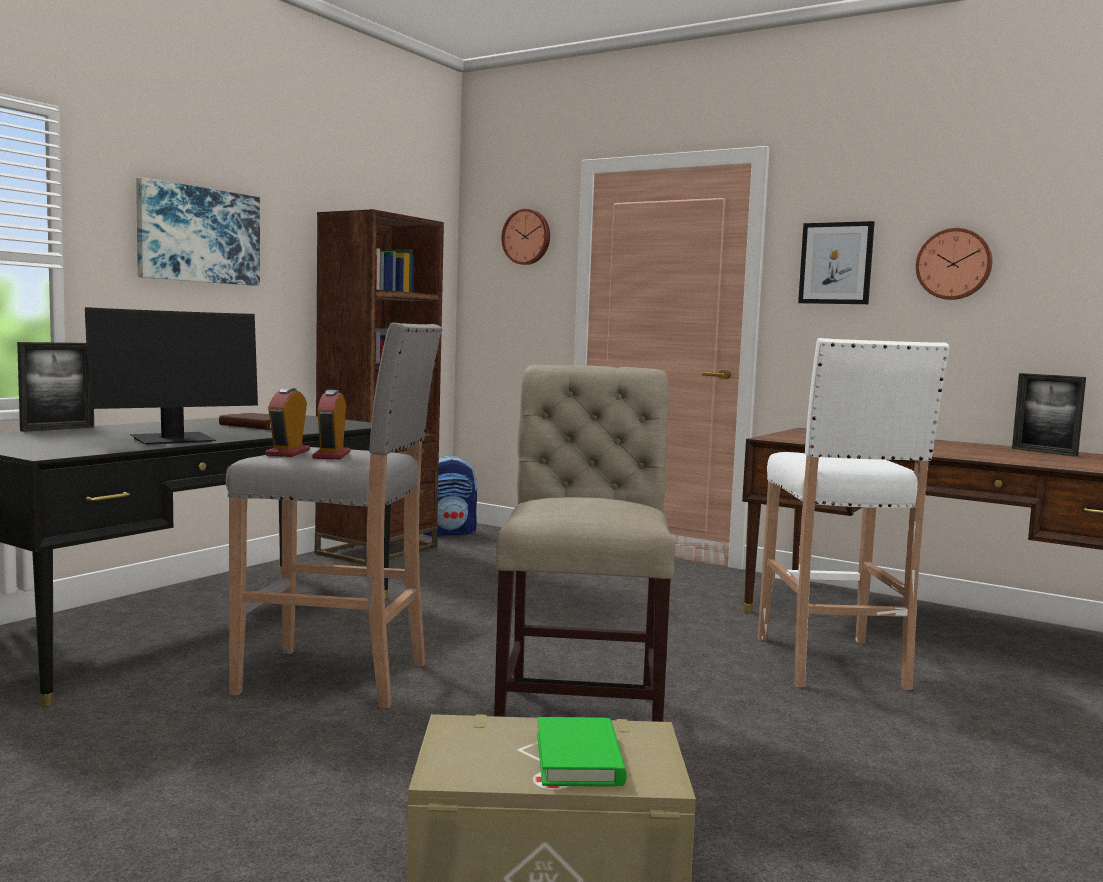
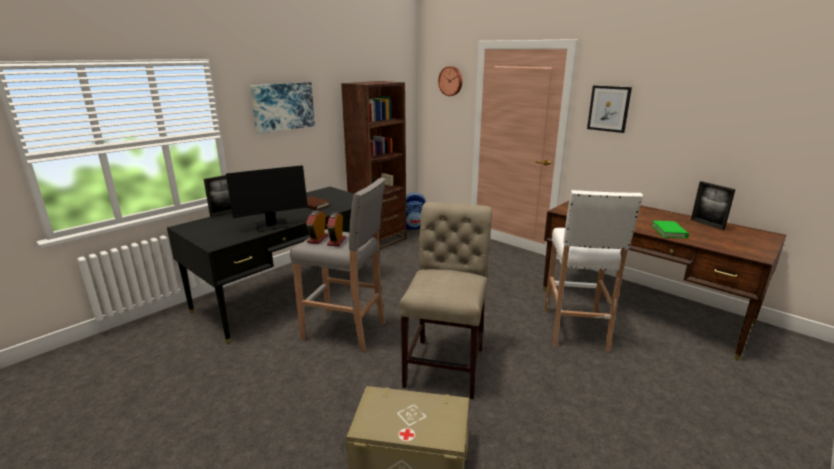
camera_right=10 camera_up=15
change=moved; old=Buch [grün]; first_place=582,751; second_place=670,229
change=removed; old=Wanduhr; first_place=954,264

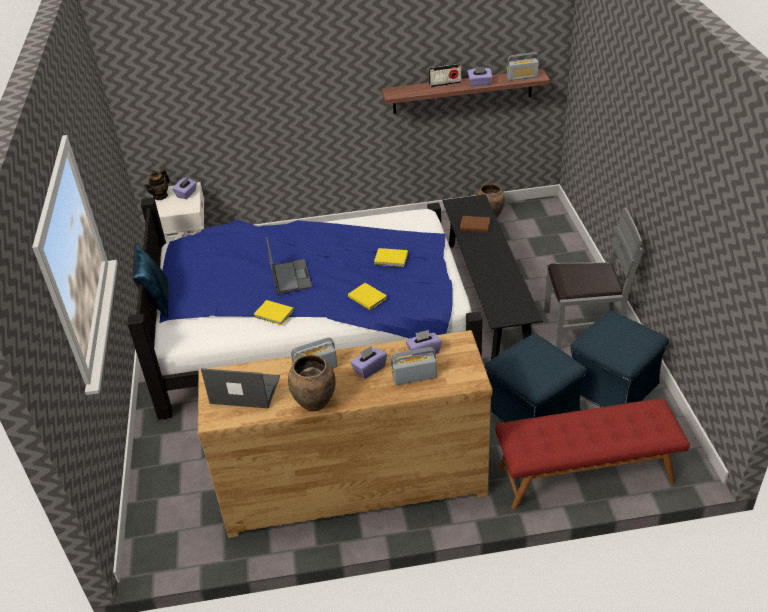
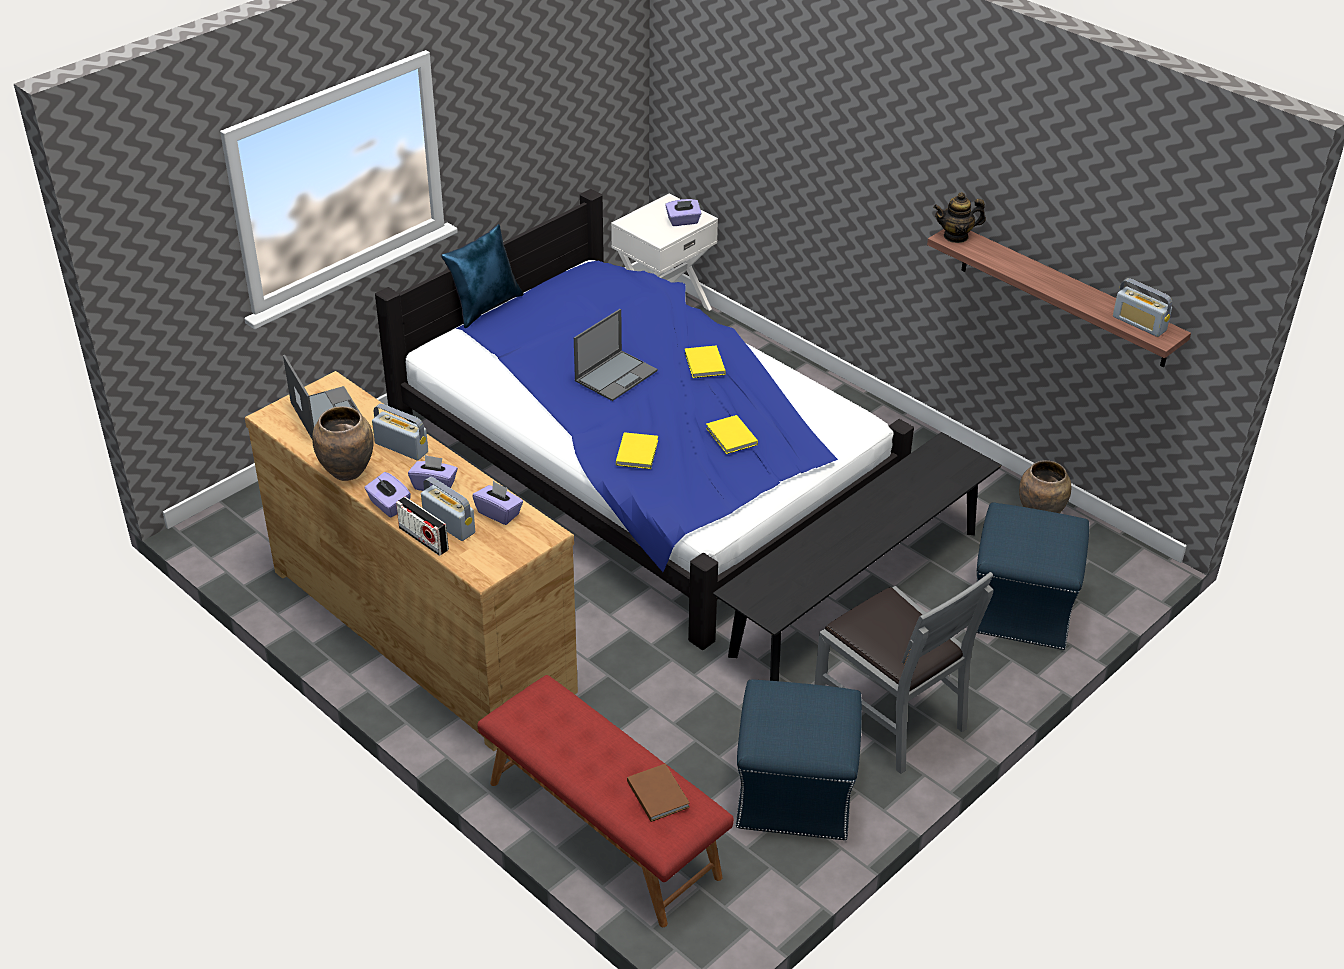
camera_right=50 camera_up=0
change=moved; old=Taschentuchbox [lila]; first_place=479,77; second_place=387,494
change=moved; old=Radio; first_place=445,75; second_place=422,526
change=moved; old=Buch [braun]; first_place=475,224; second_place=658,792
change=moved; old=Buch [gelb]; first_place=274,312; second_place=705,361
change=moved; old=Teekanne; first_place=157,185; second_place=959,217
change=moved; old=Polsterhocker [blau]; first_place=536,378; second_place=1032,576

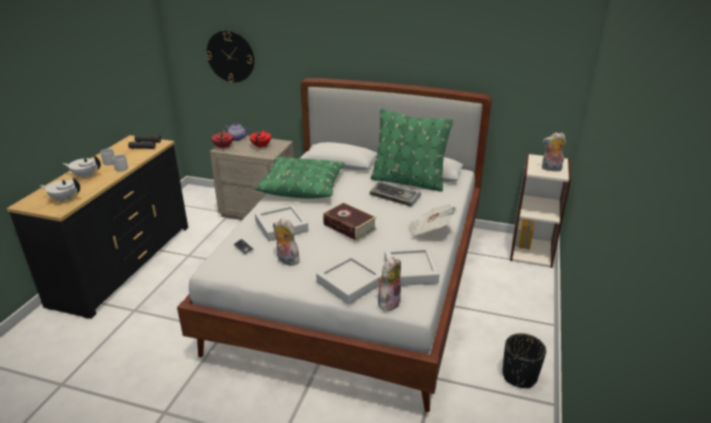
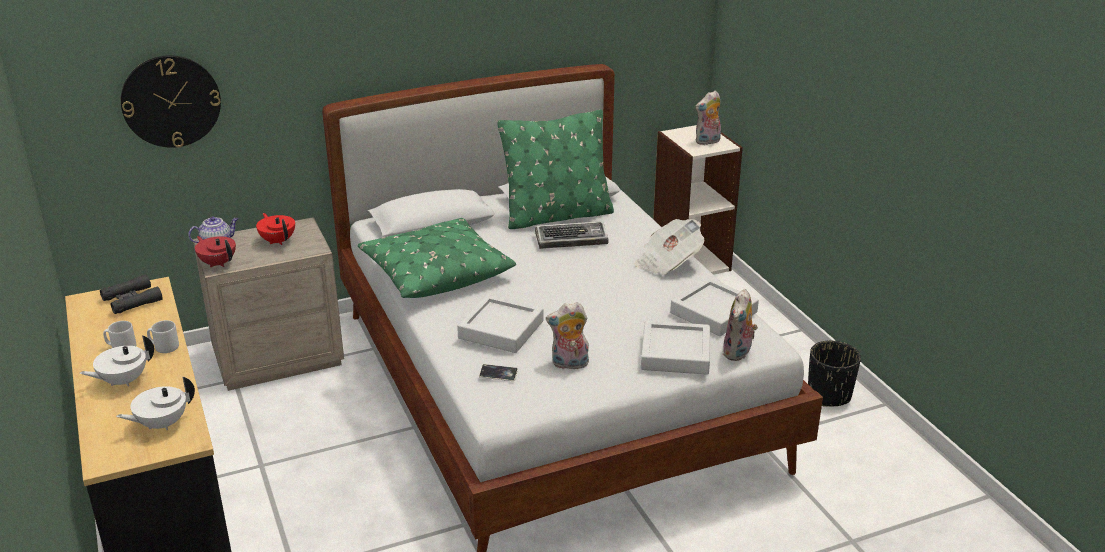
camera_right=-40 camera_up=0
change=turned; old=Plüschtier; first_place=389,284; second_place=740,325; degrees=-150
change=removed; old=Buch; first_place=350,221

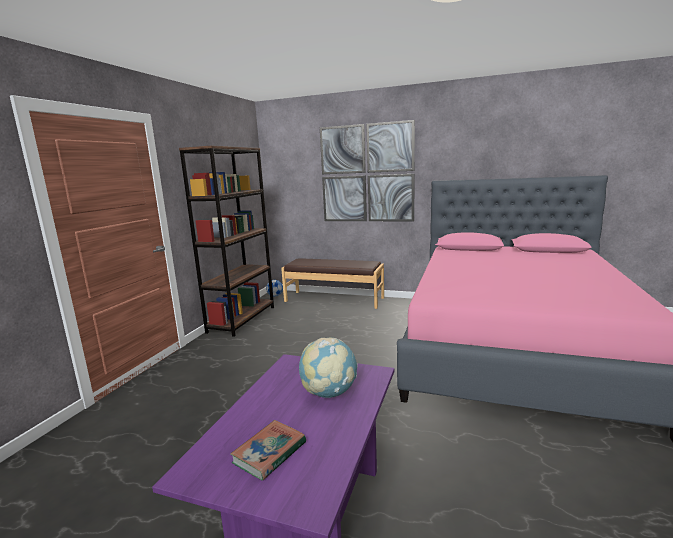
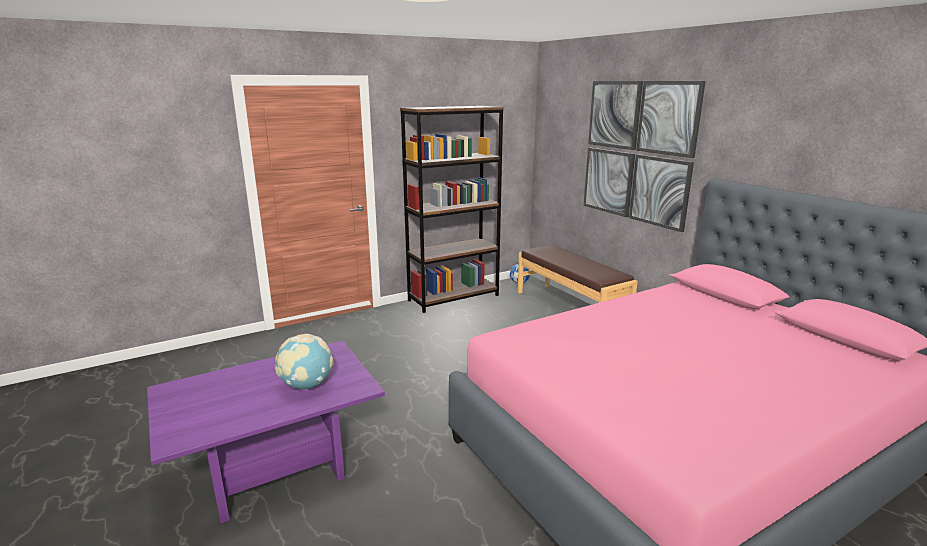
camera_right=40 camera_up=5
change=removed; old=Buch; first_place=268,450

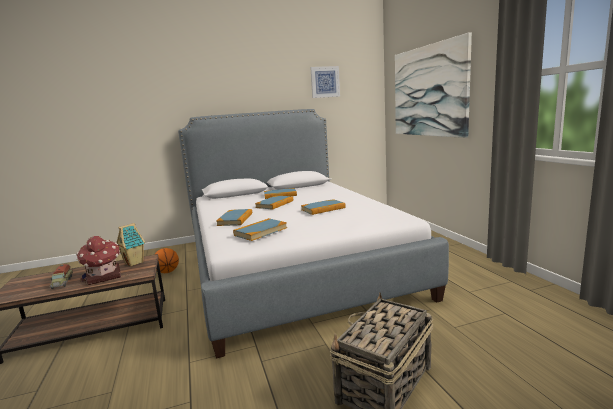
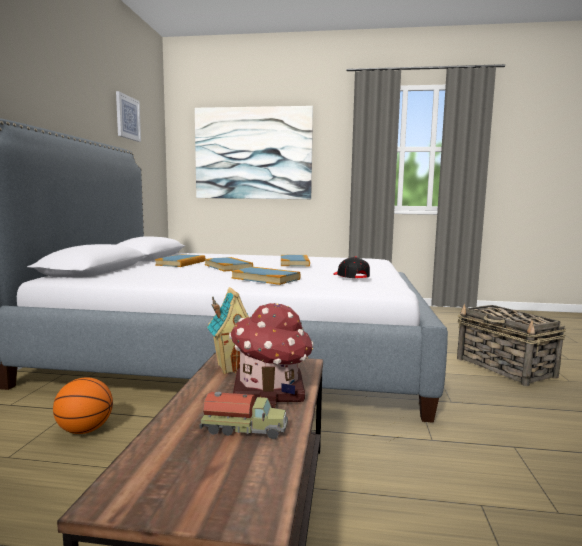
camera_right=-65 camera_up=-5
change=replaced; old=Buch; new=Kappe [schwarz]; first_place=260,229; second_place=351,267

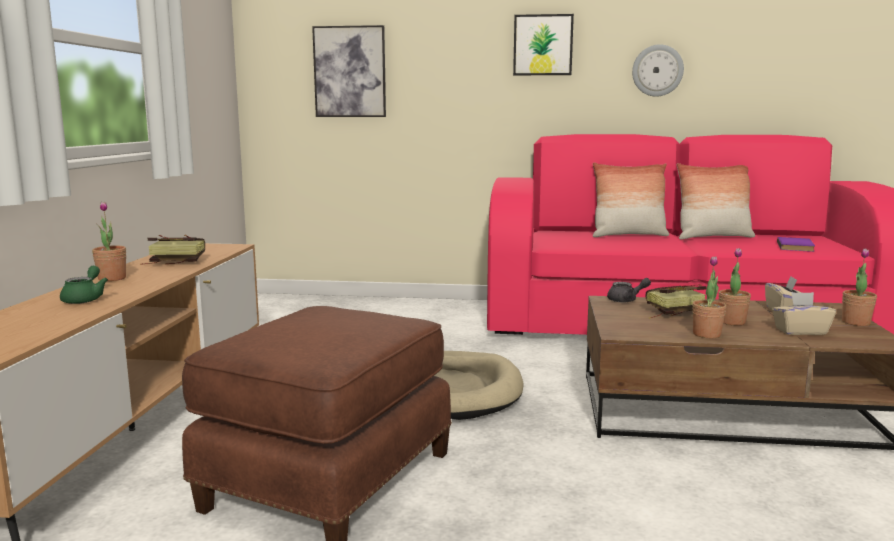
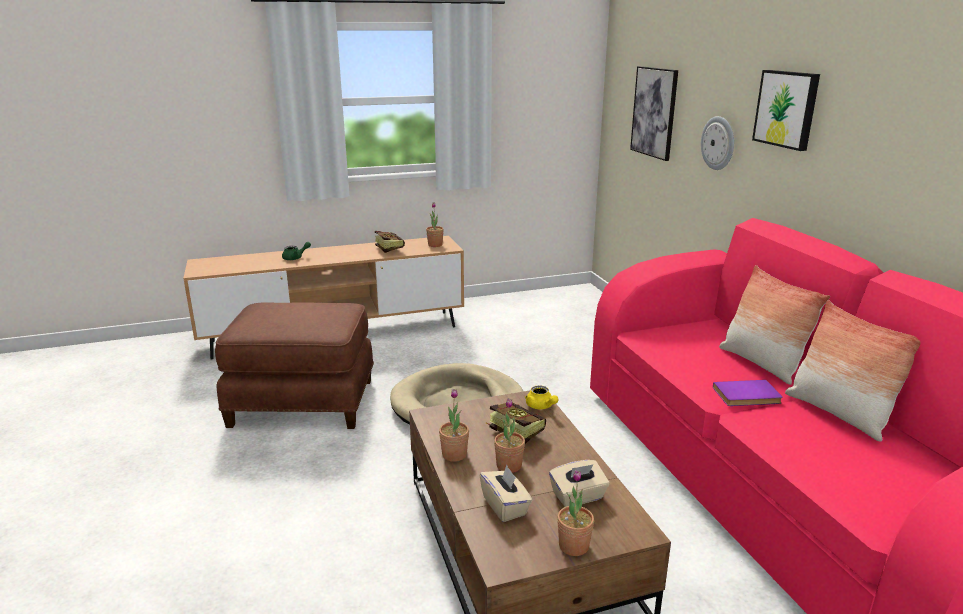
camera_right=65 camera_up=10
change=moved; old=Topfpflanze; first_place=109,241; second_place=435,224
change=recoloured; old=Teekanne [grau]; new=Teekanne [gelb]; first_place=629,290; second_place=541,397
change=moved; old=Wanduhr; first_place=658,70; second_place=717,143
change=moved; old=Buch [lila]; first_place=796,244; second_place=747,393

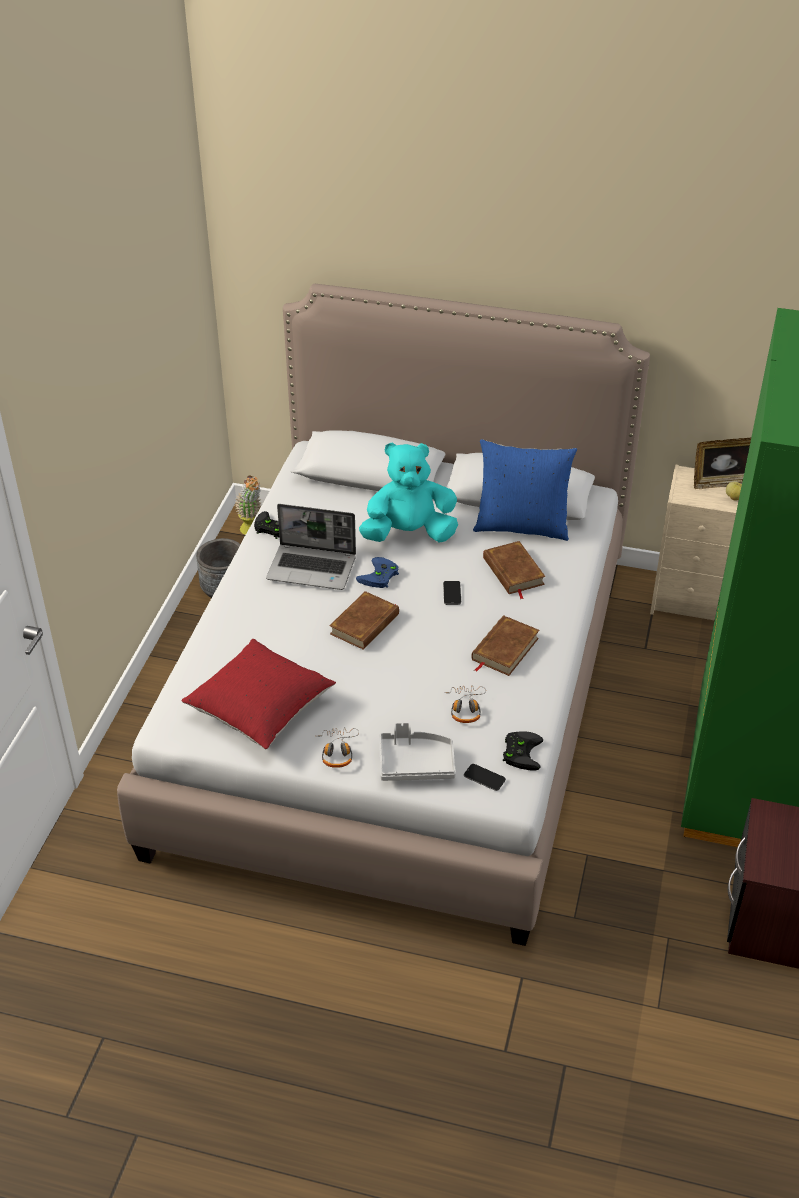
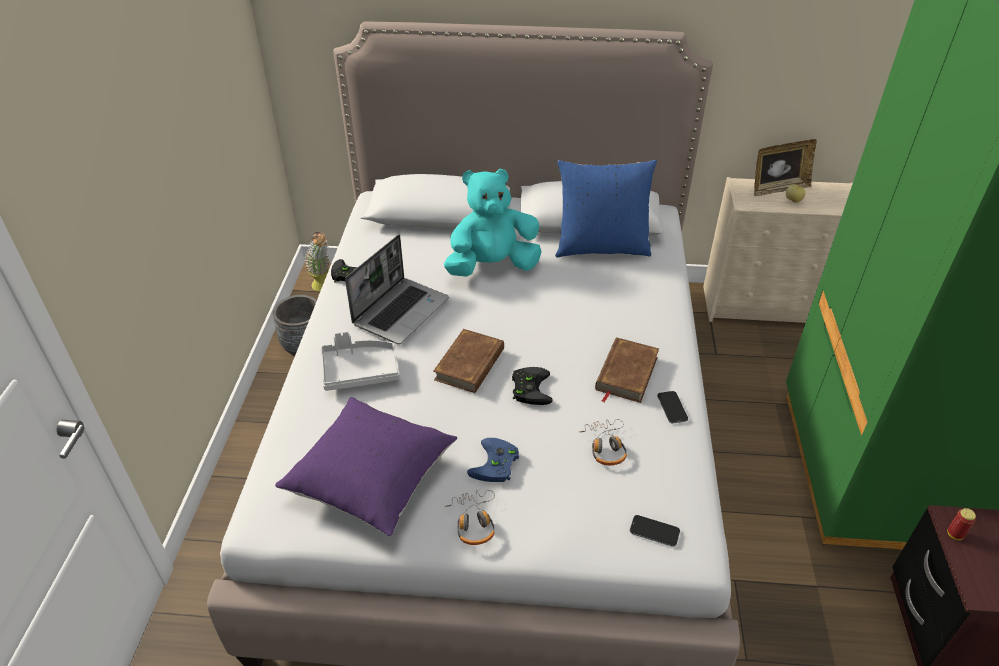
camera_right=-10 camera_up=0
change=recoloured; old=Kissen [rot]; new=Kissen [lila]; first_place=258,694; second_place=366,467
change=moved; old=Tablett [grau]; first_place=417,751; second_place=360,361
change=turned; old=Laptop; first_place=311,547; second_place=397,289; degrees=-60
change=moved; old=Gamepad [blau]; first_place=377,572; second_place=493,460
change=moved; old=Gamepad [schwarz]; first_place=523,751; second_place=532,386
change=moved; old=Handy; first_place=452,593; second_place=672,407
change=added; new=Dose; second_place=962,524
change=removed; old=Buch [braun]; first_place=514,570

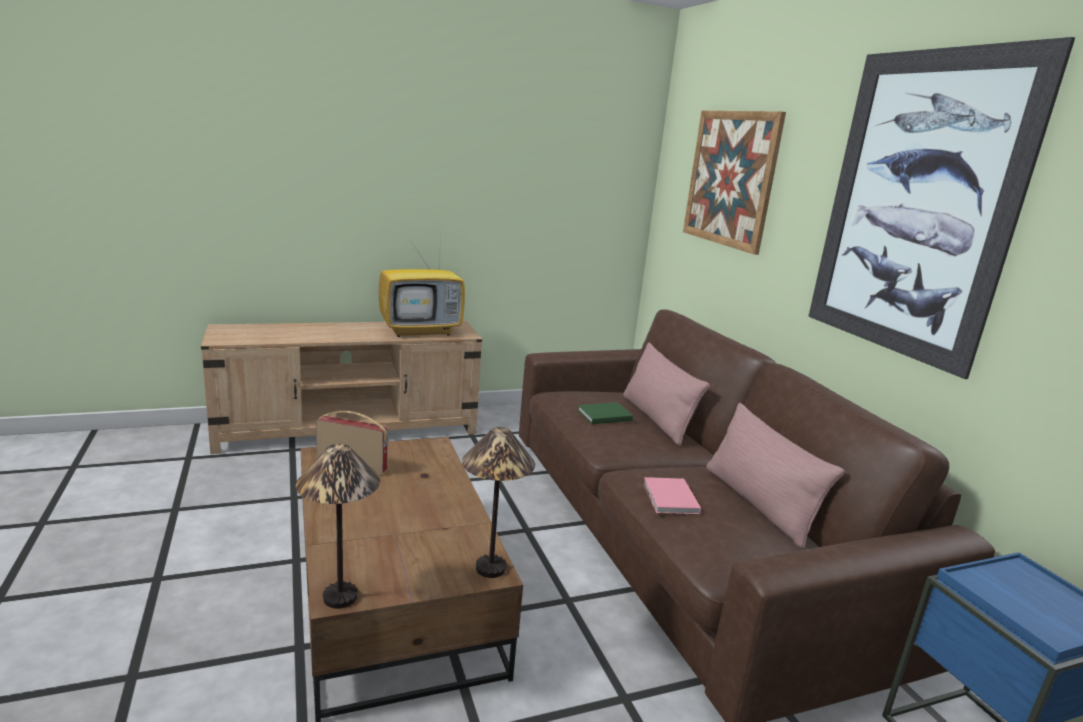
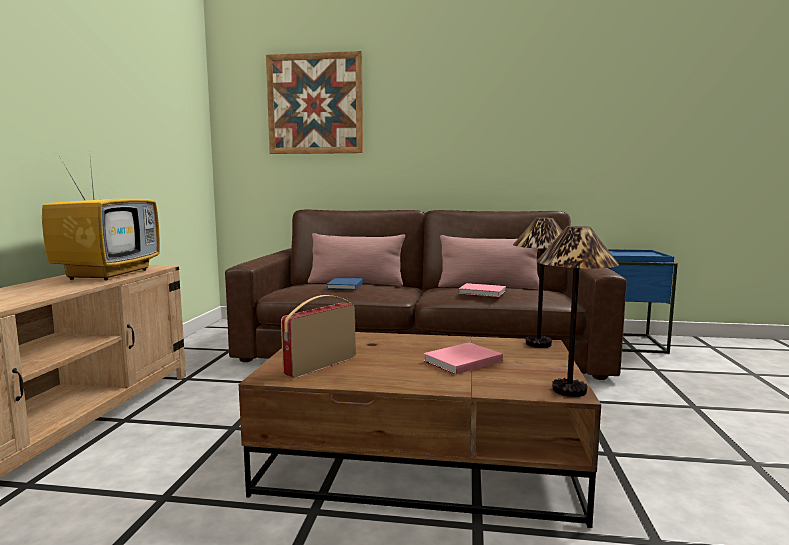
camera_right=-60 camera_up=-10
change=recoloured; old=Buch [grün]; new=Buch [blau]; first_place=605,413; second_place=344,283
change=added; new=Buch [rosa]; second_place=463,358
change=removed; old=Bild; first_place=941,208

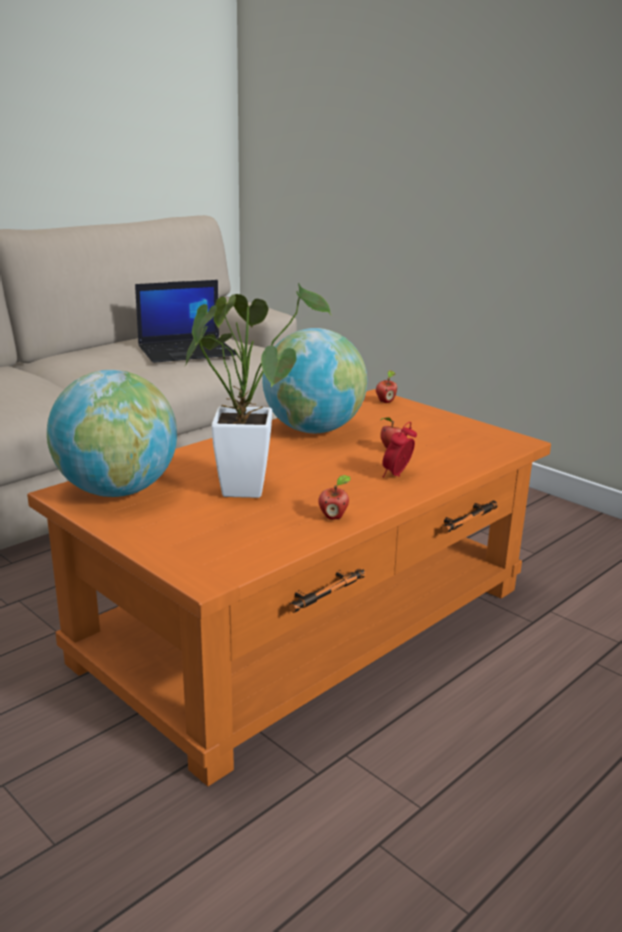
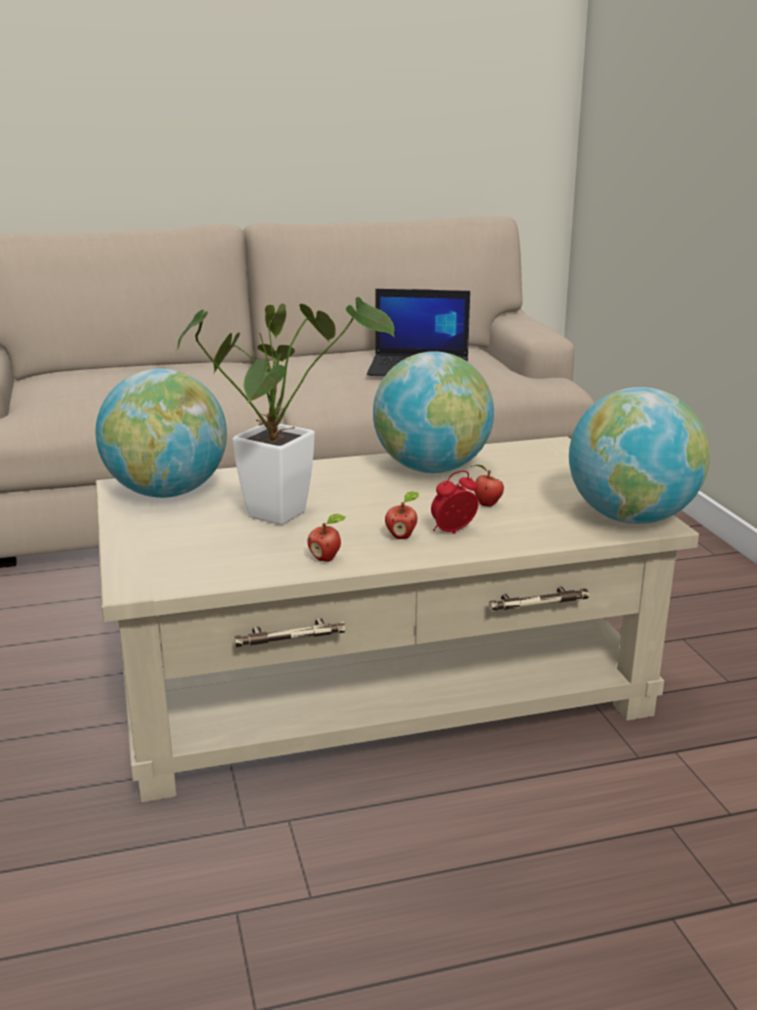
camera_right=30 camera_up=0
change=recoloured; old=Couchtisch [orange]; new=Couchtisch [beige]; first_place=289,587; second_place=397,619
change=moved; old=Apfel; first_place=386,386; second_place=402,515
change=added; new=Globus; second_place=639,455

